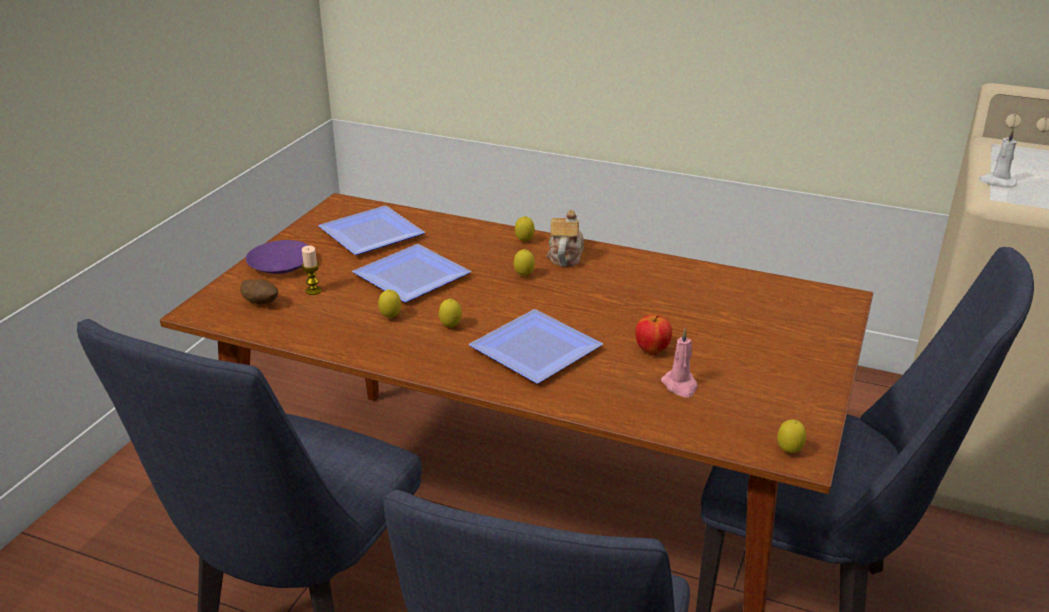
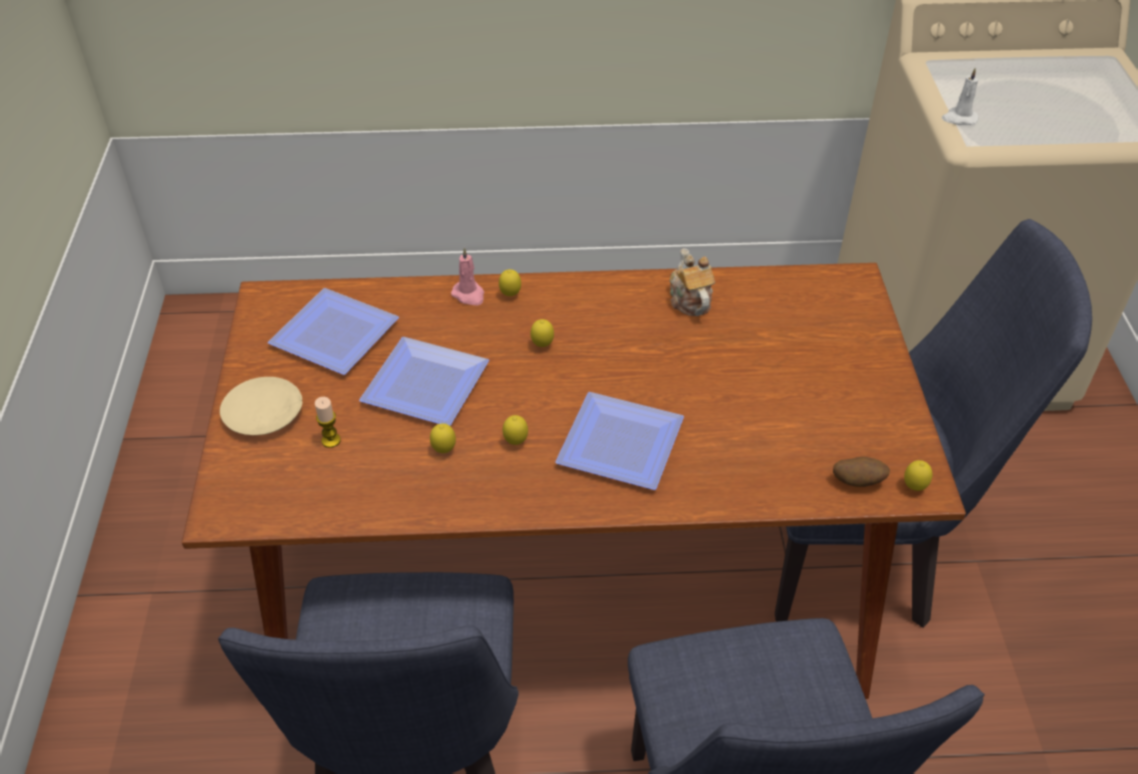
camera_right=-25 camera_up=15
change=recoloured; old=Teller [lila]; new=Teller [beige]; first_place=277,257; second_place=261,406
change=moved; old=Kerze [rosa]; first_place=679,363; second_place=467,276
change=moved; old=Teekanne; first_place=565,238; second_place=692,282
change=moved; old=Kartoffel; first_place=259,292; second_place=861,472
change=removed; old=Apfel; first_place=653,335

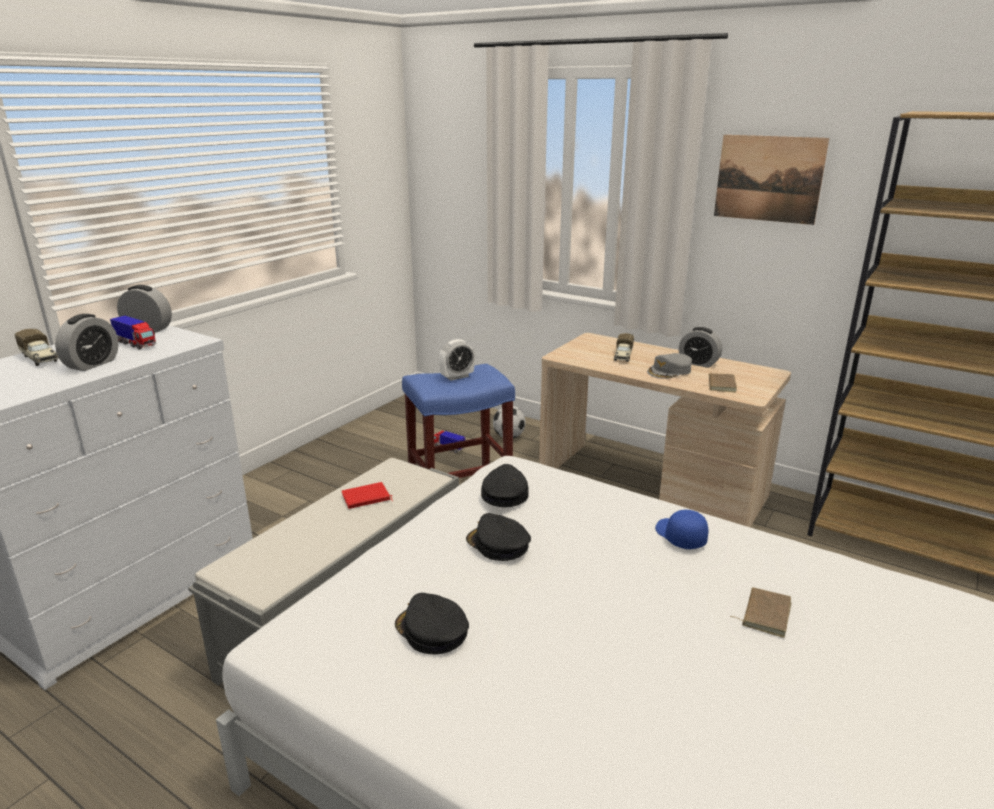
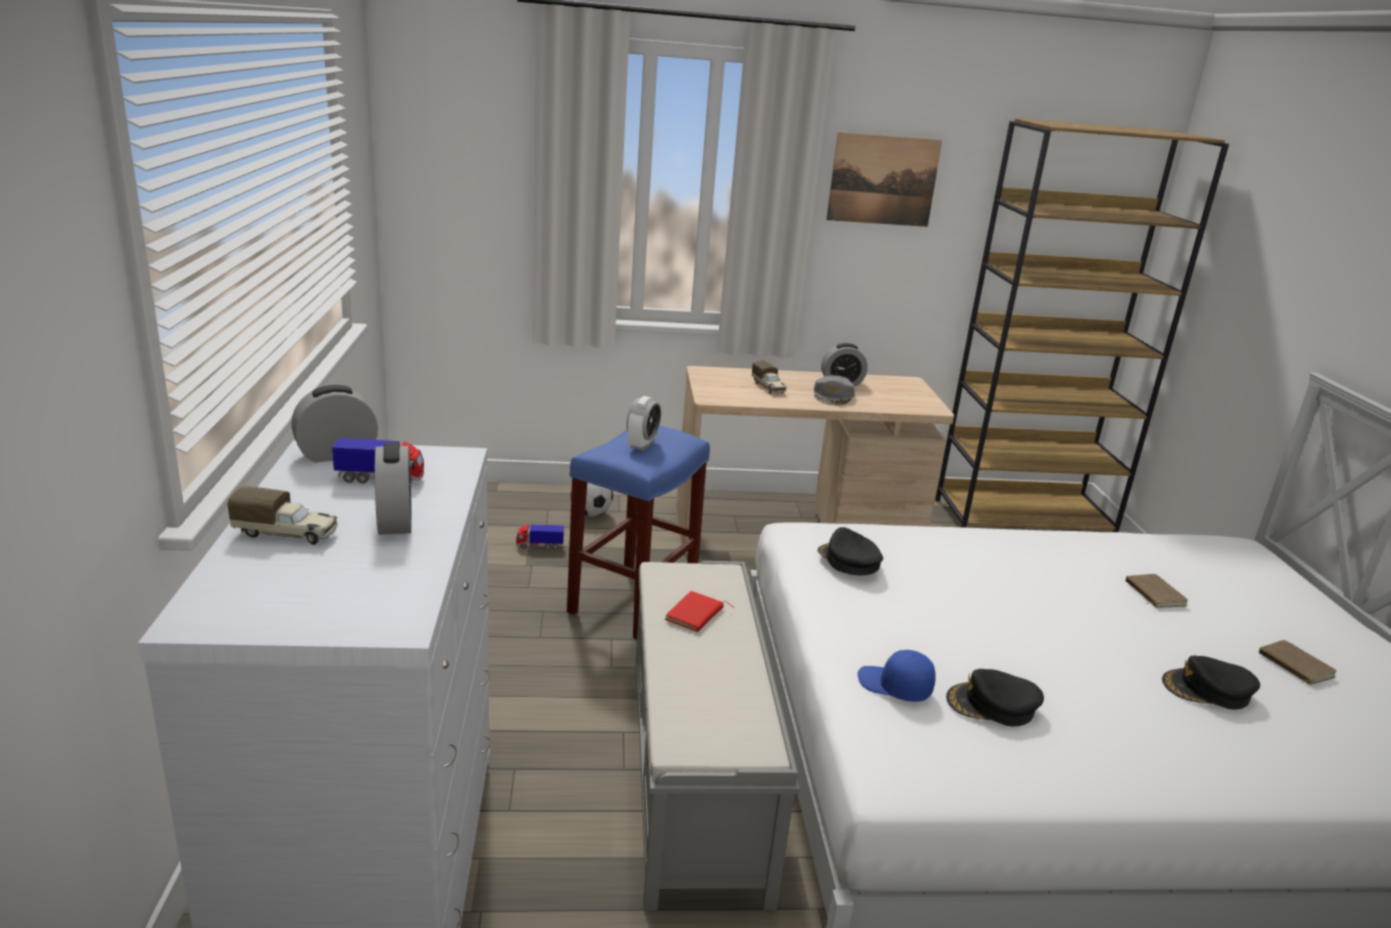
camera_right=-40 camera_up=0
change=moved; old=Kappe [blau]; first_place=681,529; second_place=897,676
change=moved; old=Kappe [schwarz]; first_place=498,537; second_place=1211,683
change=moved; old=Buch [braun]; first_place=720,382; second_place=1298,662

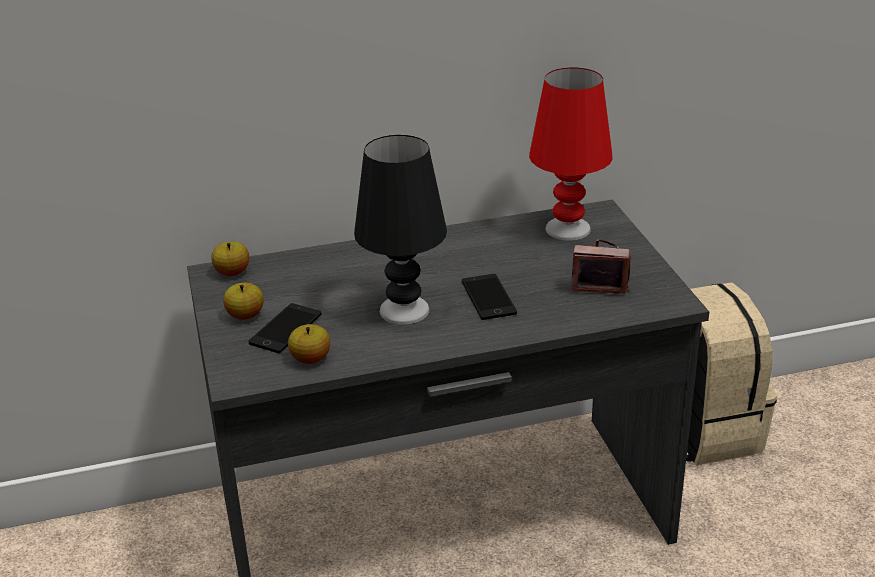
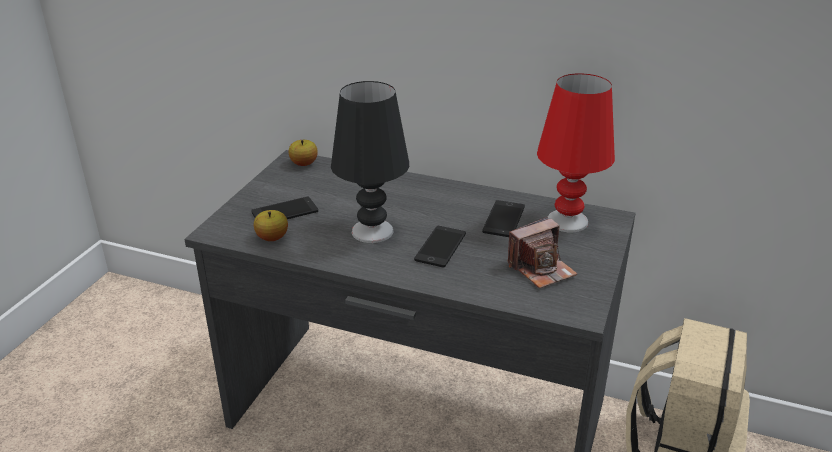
camera_right=35 camera_up=0
change=added; new=Handy; second_place=503,218
change=turned; old=Kamera; first_place=601,266; second_place=542,253; degrees=105
change=removed; old=Apfel; first_place=243,301

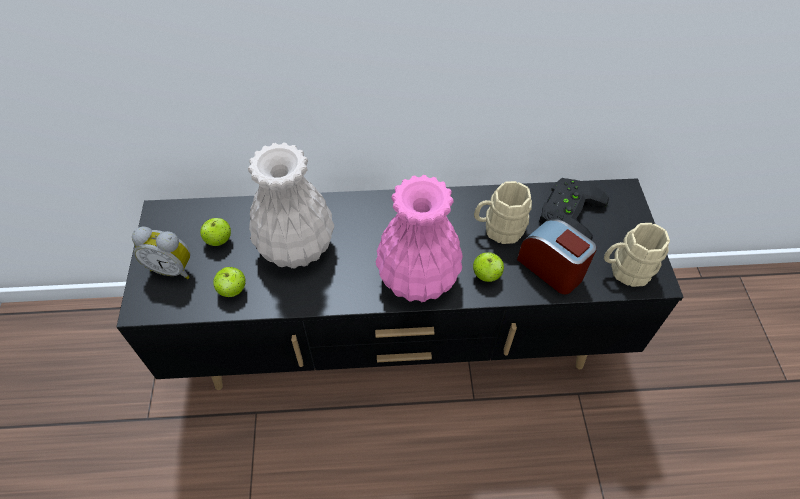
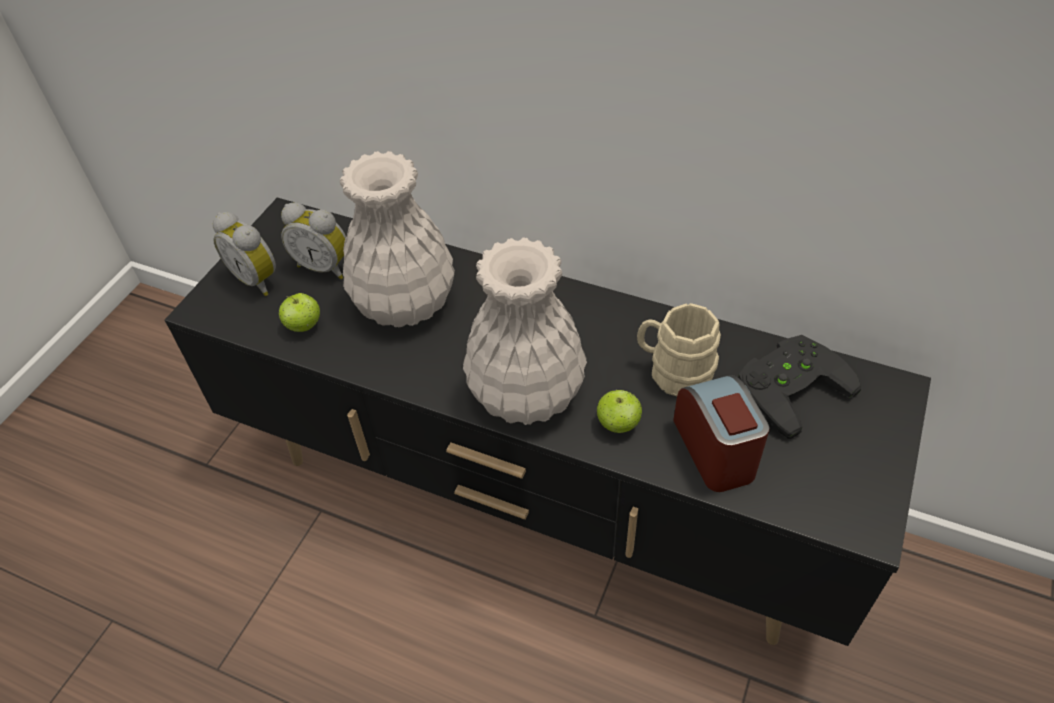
camera_right=30 camera_up=-5
change=replaced; old=Apfel; new=Wecker; first_place=215,232; second_place=313,240
change=recoloured; old=Vase [rosa]; new=Vase [weiß]; first_place=419,238; second_place=525,331
change=removed; old=Henkelbecher [beige]; first_place=637,255

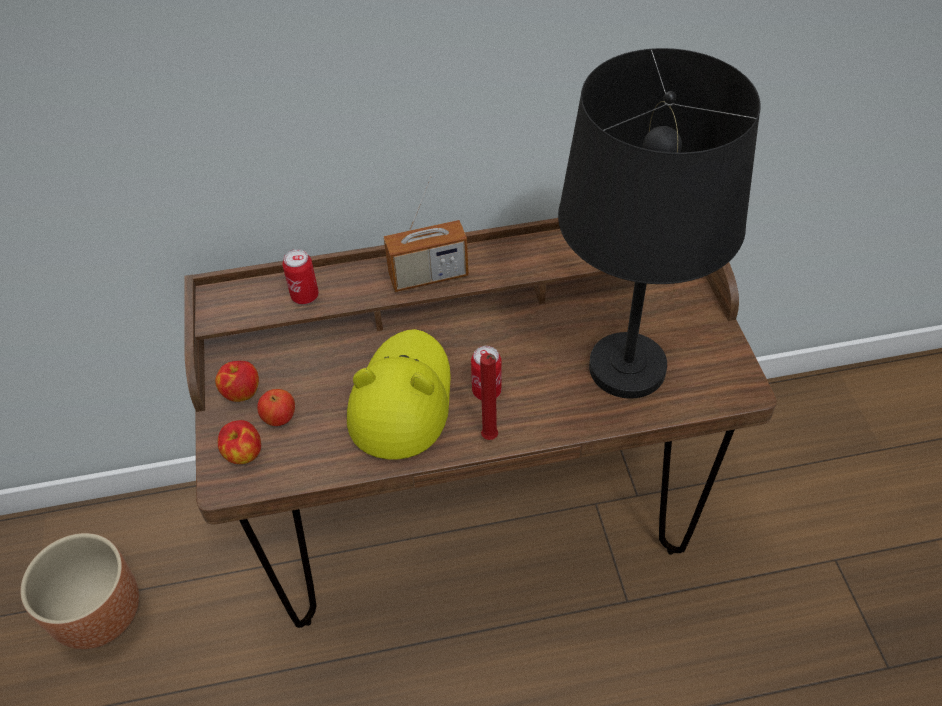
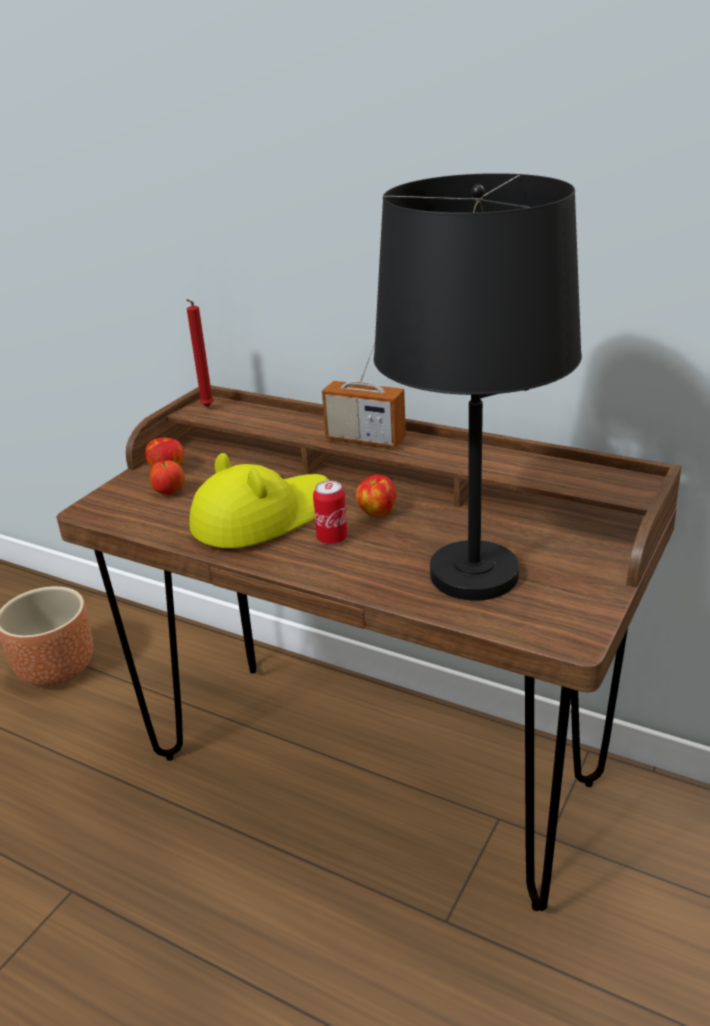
camera_right=40 camera_up=-20
change=moved; old=Kerze [rot]; first_place=489,396; second_place=200,353
change=moved; old=Apfel; first_place=239,442; second_place=376,496
change=removed; old=Dose; first_place=300,276

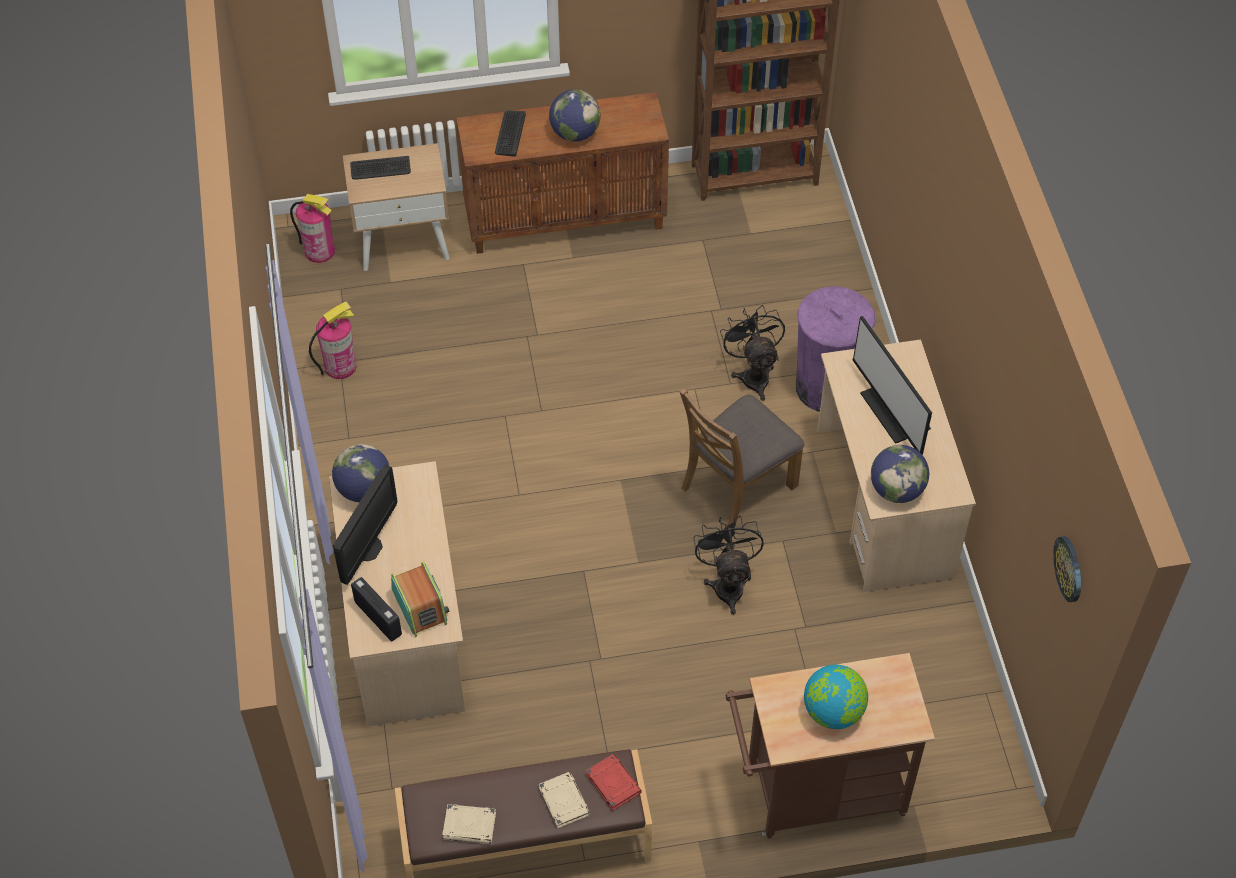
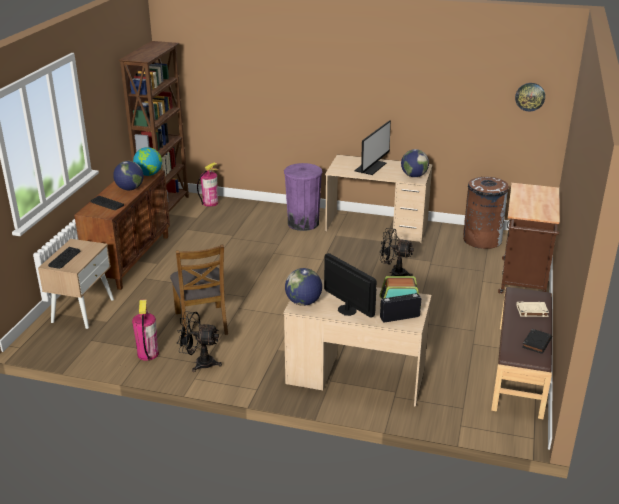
camera_right=-65 camera_up=-25
change=moved; old=Globus; first_place=836,697; second_place=147,161
change=moved; old=Stuhl [braun]; first_place=742,457; second_place=199,290
change=moved; old=Ventilator [schwarz]; first_place=752,353; second_place=199,341
change=moved; old=Feuerlöscher; first_place=312,228; second_place=207,184
change=turned; old=Monitor; first_place=892,385; second_place=373,147; degrees=-60
change=added; new=Mülleimer [braun]; second_place=486,212
change=recoloured; old=Buch [beige]; new=Buch [schwarz]; first_place=469,824; second_place=537,341
change=removed; old=Buch [rot]; first_place=614,782

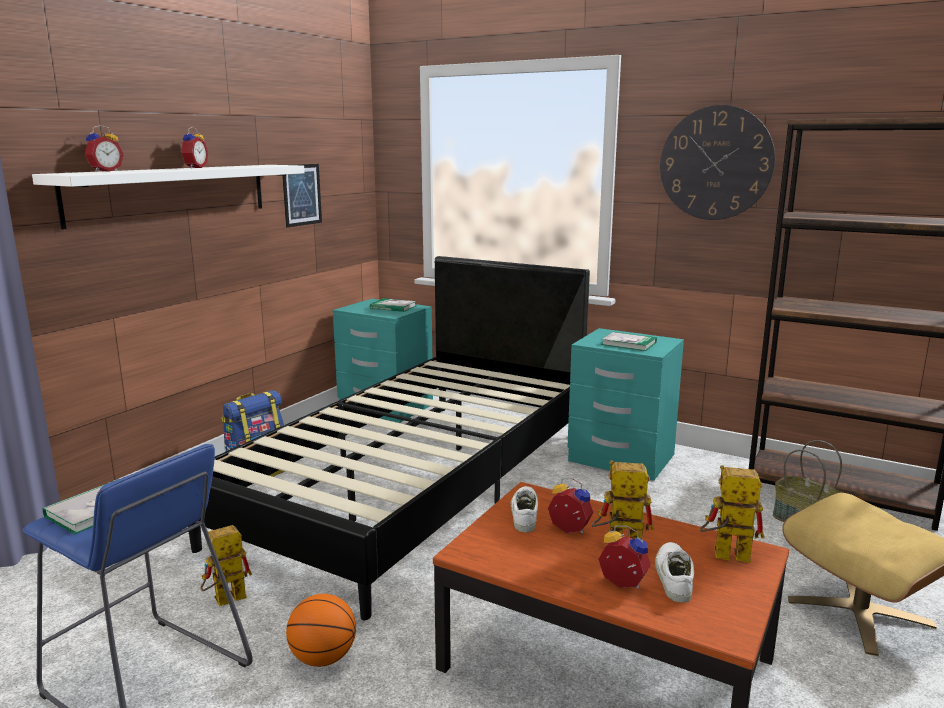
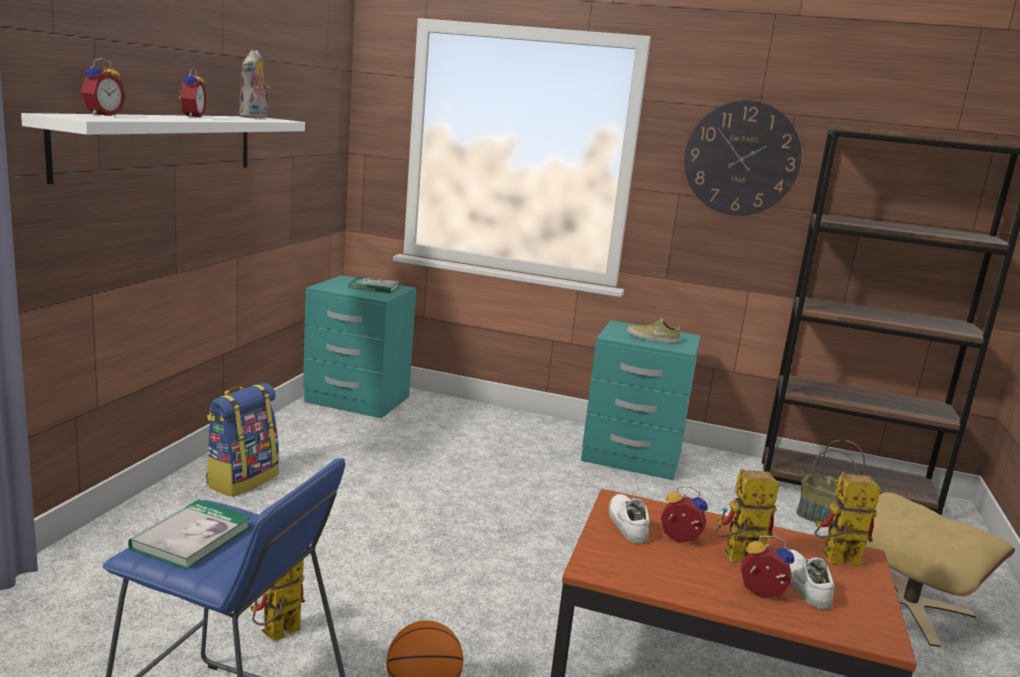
camera_right=-15 camera_up=0
change=added; new=Plüschtier; second_place=254,84
change=replaced; old=Buch; new=Schuh [beige]; first_place=629,341; second_place=653,330
change=removed; old=Bett [schwarz]; first_place=389,438
change=removed; old=Bild; first_place=302,195

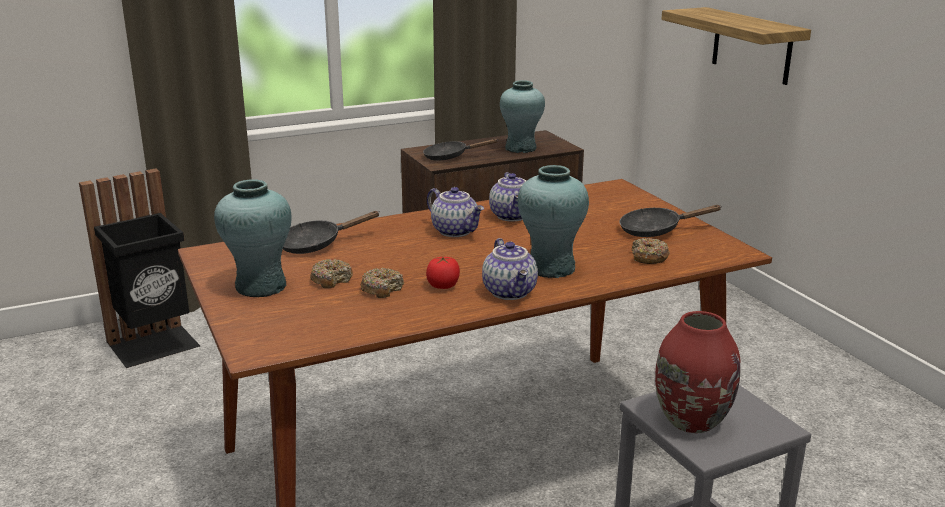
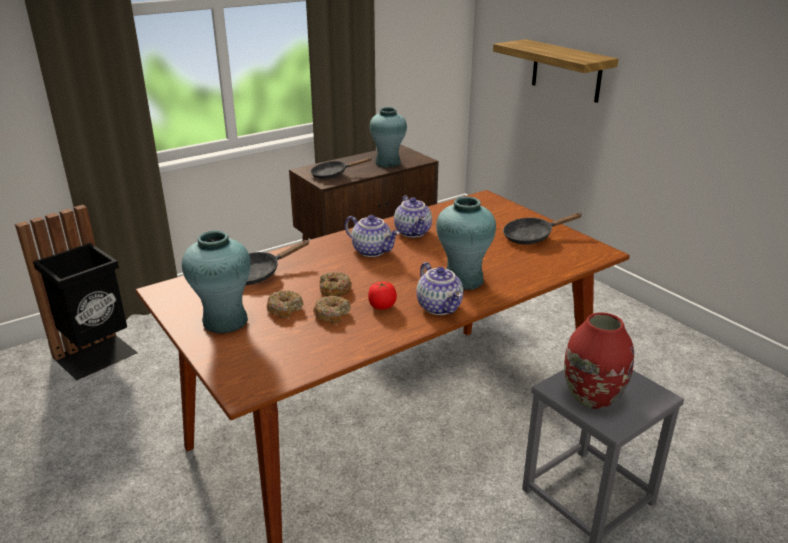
camera_right=-10 camera_up=5
change=moved; old=Donut; first_place=651,251; second_place=336,284

